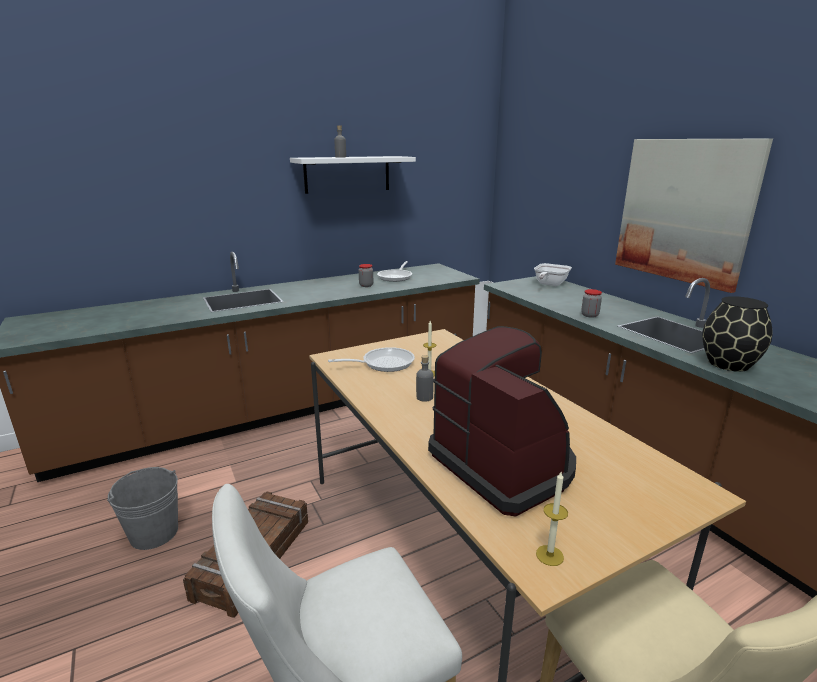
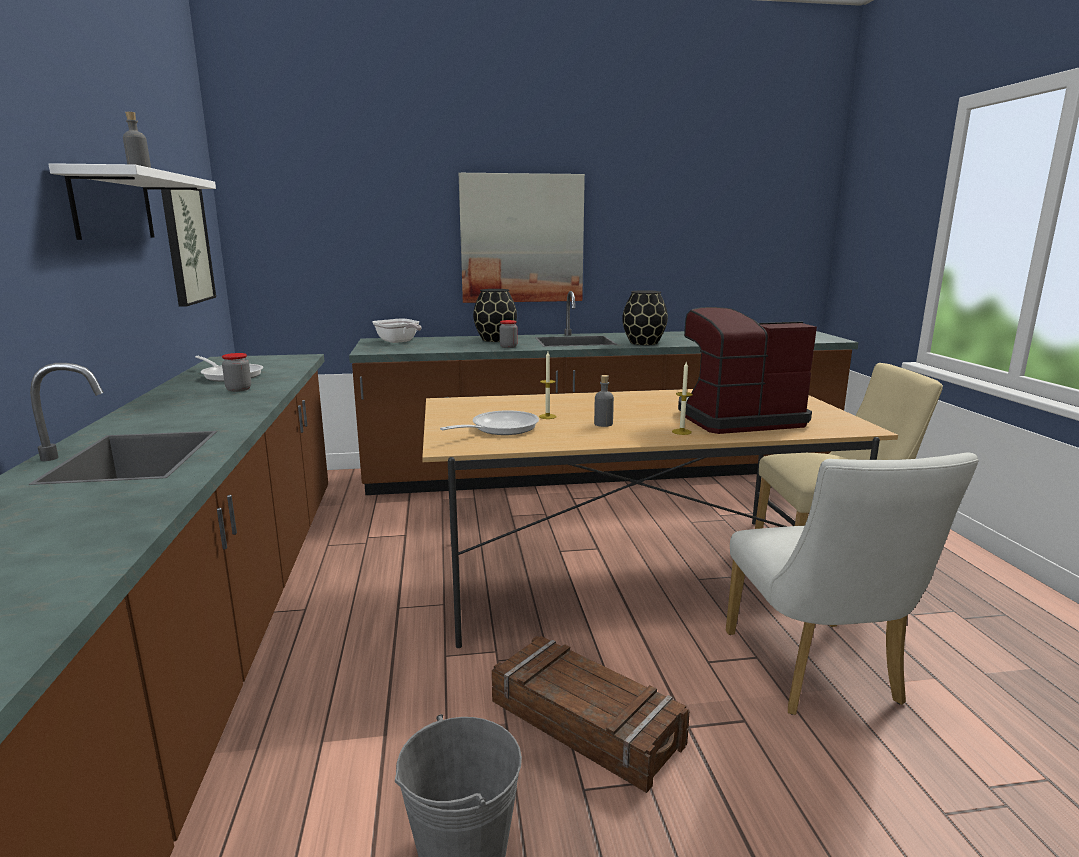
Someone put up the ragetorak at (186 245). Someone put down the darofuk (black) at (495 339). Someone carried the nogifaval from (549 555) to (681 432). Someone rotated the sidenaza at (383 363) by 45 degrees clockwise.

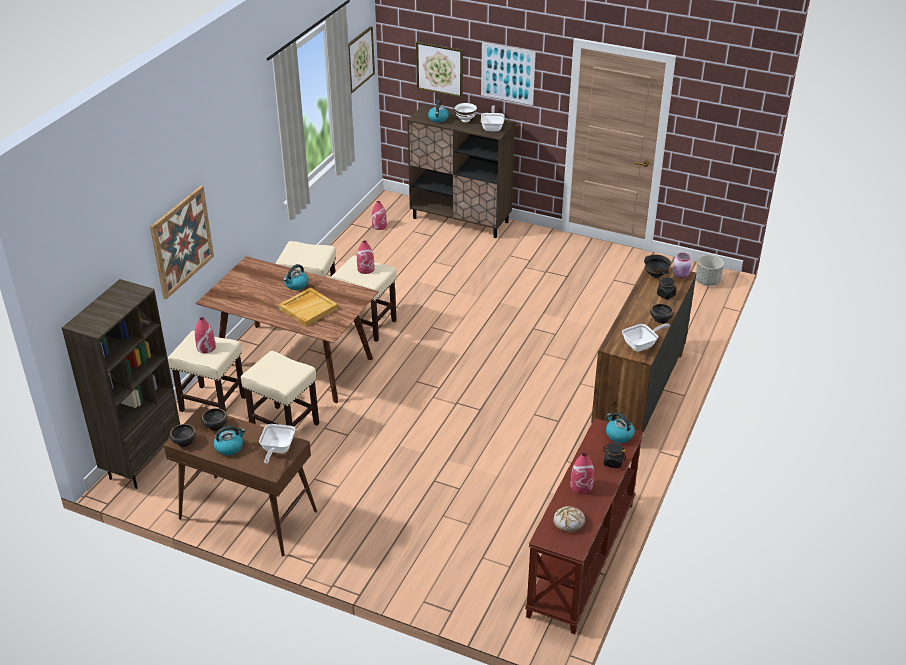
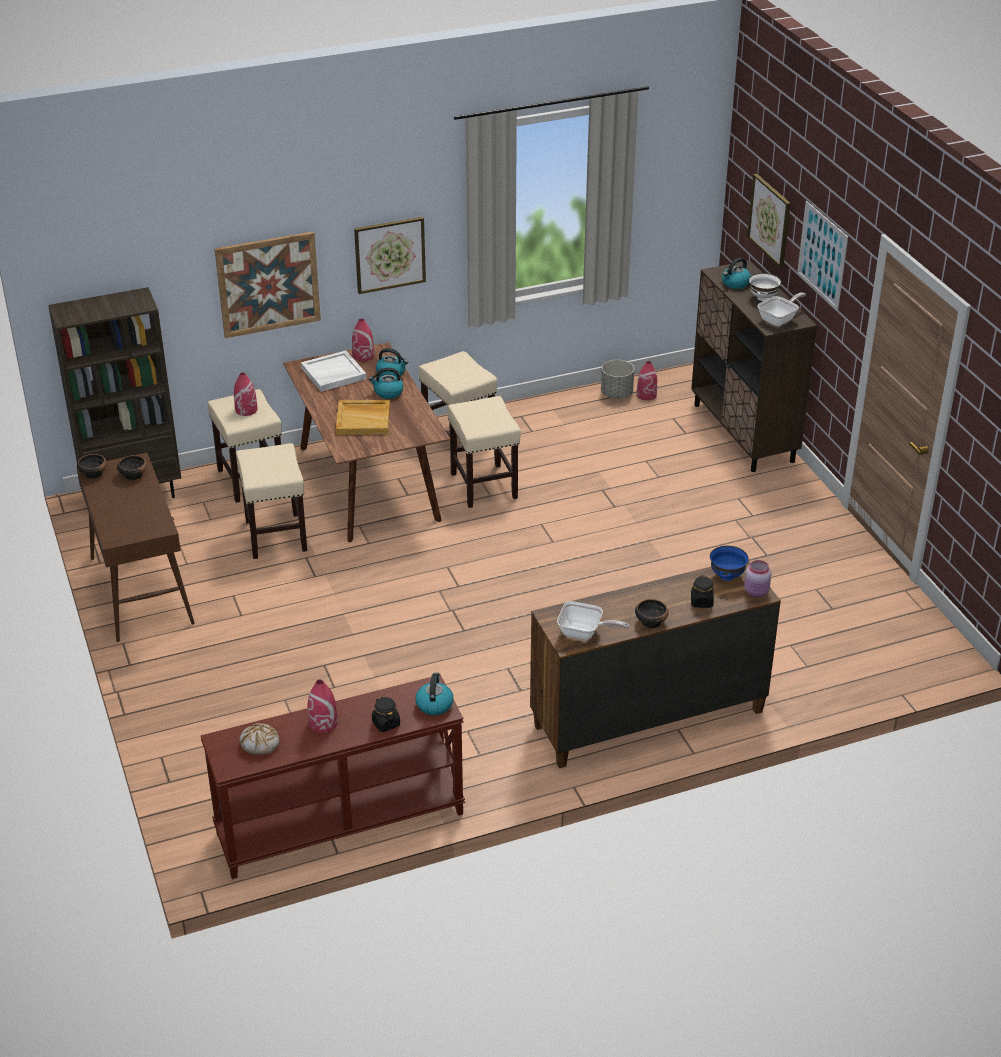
Someone took away the sidenaza at (277 450). Someone put down the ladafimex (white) at (333 374). Someone carried the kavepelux from (229 447) to (391 373). Someone carried the ragetorak from (359 59) to (389 254). Someone carried the darofuk (red) from (366 269) to (363 355). Someone carried the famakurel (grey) from (707 281) to (616 394). Someone repainted the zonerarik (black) at (656 275), which became the zonerarik (blue) at (727 576).

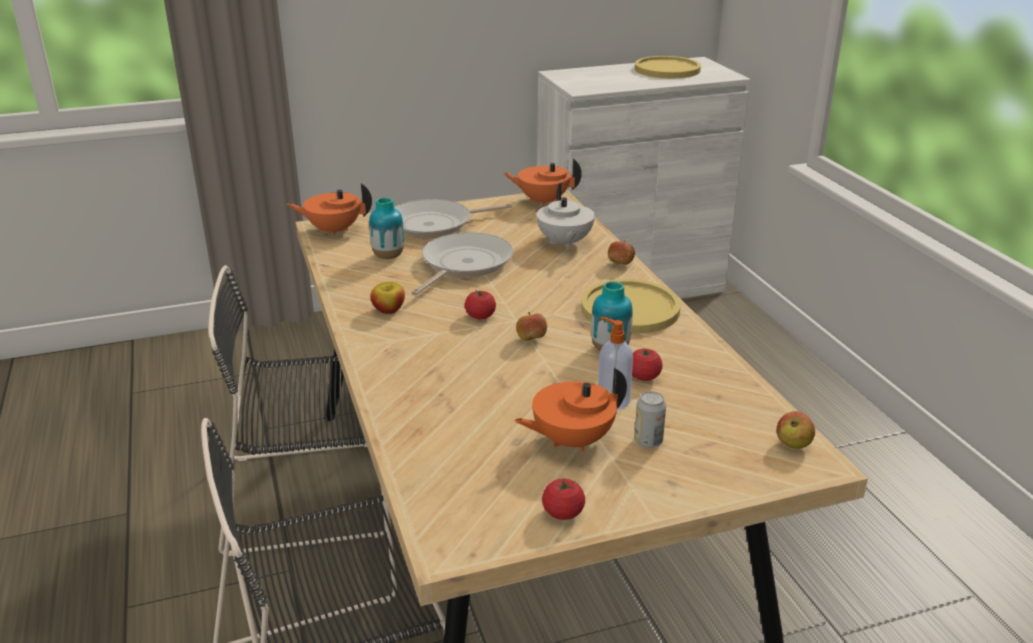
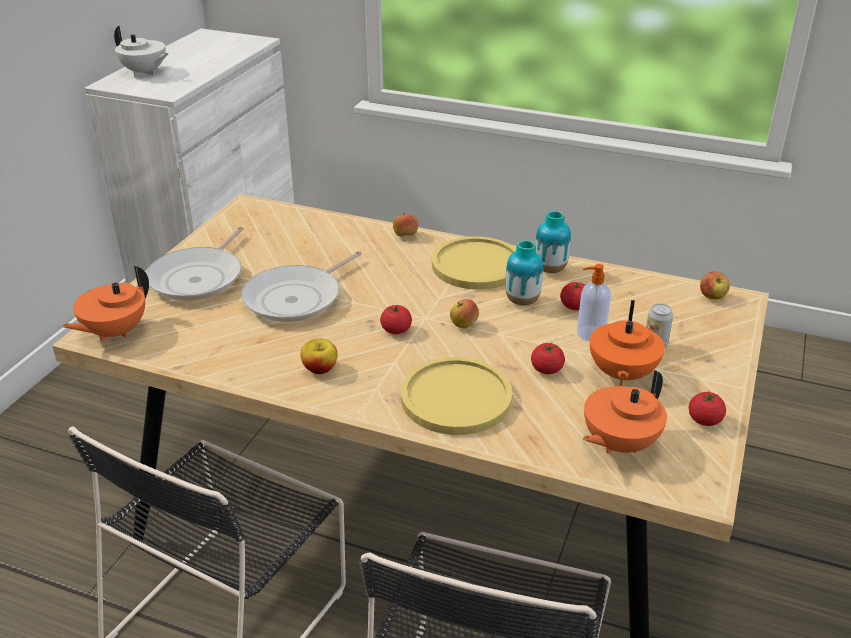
Someone put down the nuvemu at (546 369). Someone carried the darofuk from (388 256) to (550 269). Someone carried the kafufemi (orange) from (542 201) to (618 443). Someone carried the kafufemi (white) from (564 243) to (144 72). Someone carried the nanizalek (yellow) from (667 69) to (456 398). Someone rotated the sidenaza at (463 264) by 120 degrees counterclockwise.

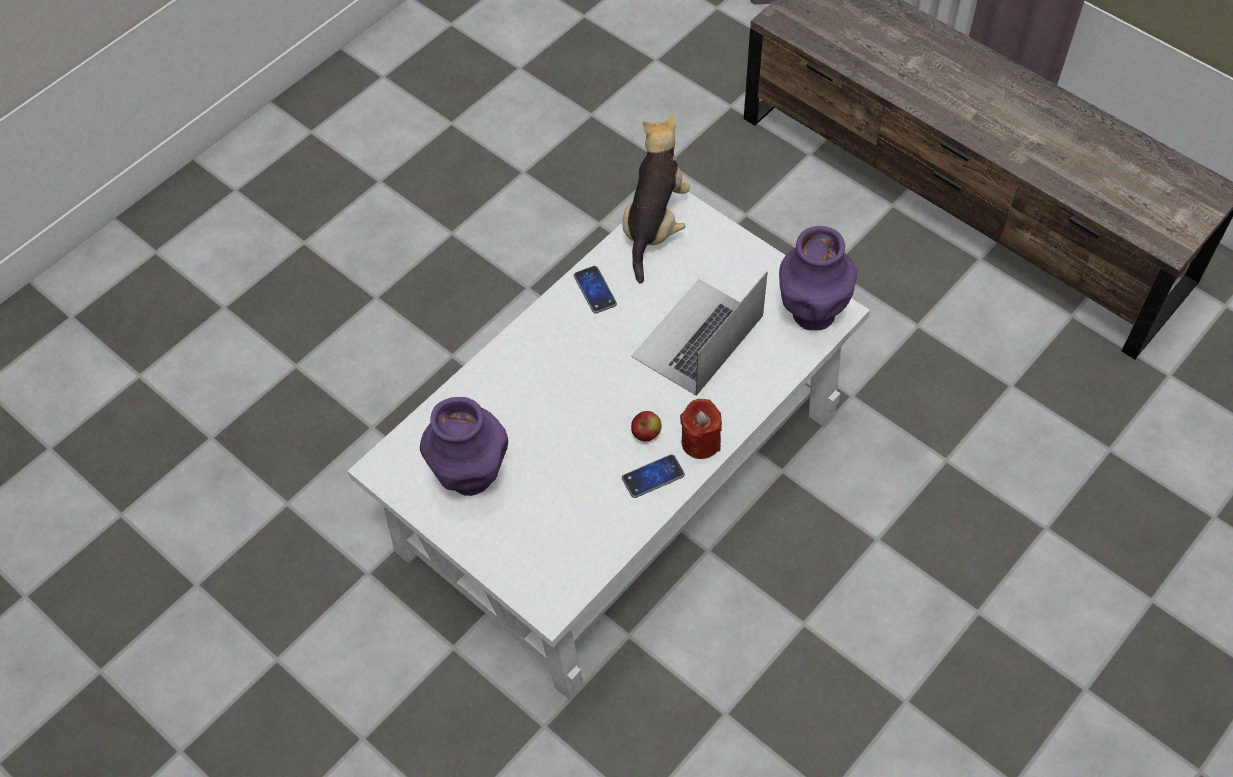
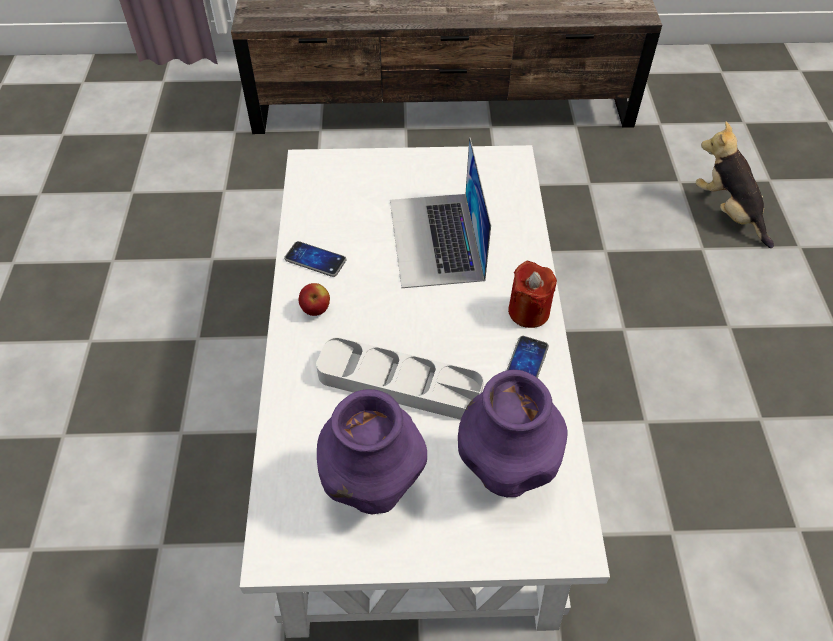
Someone put down the ladafimex (grey) at (399 384). Someone carried the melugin from (654 225) to (728 212). Someone carried the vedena from (646 434) to (316 309). Someone carried the darofuk (purple) from (811 314) to (504 473).

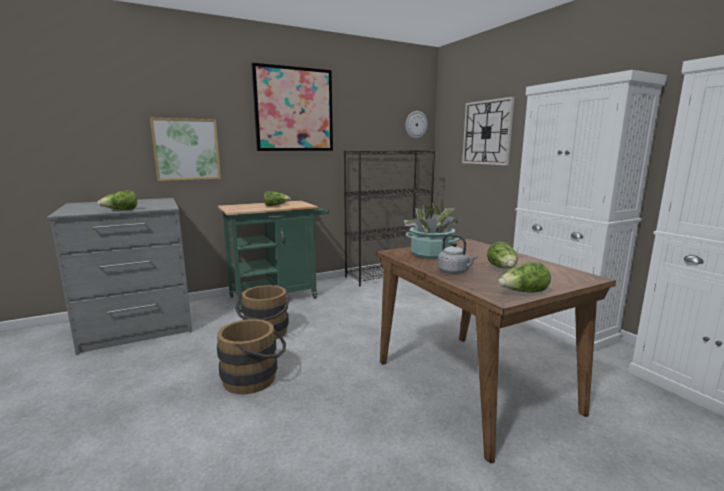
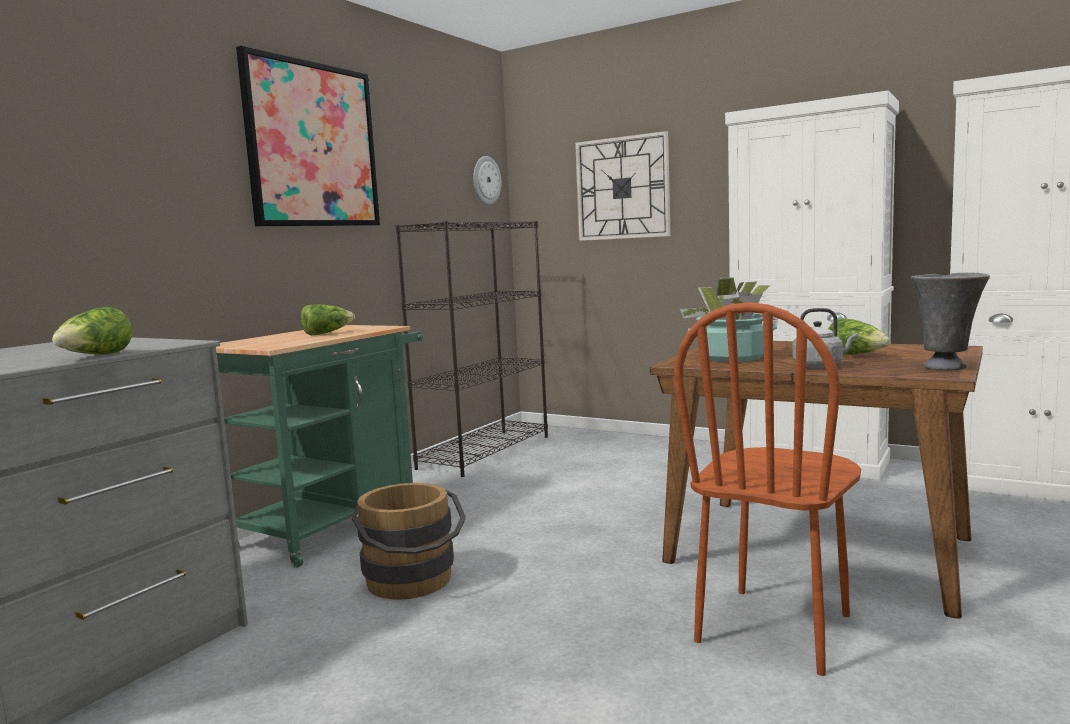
Someone took away the ragetorak at (186 149). Someone took away the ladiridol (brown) at (255 378). Someone put down the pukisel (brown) at (775 628). Someone swapped the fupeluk at (523 292) for the darofuk (grey) at (946 367).

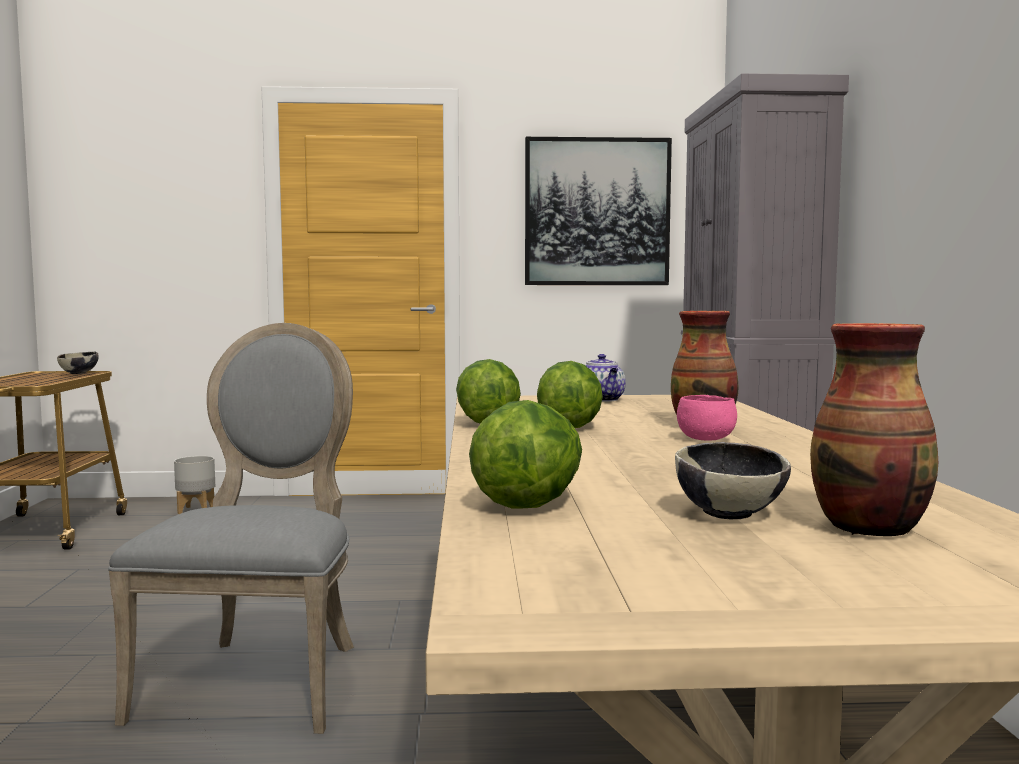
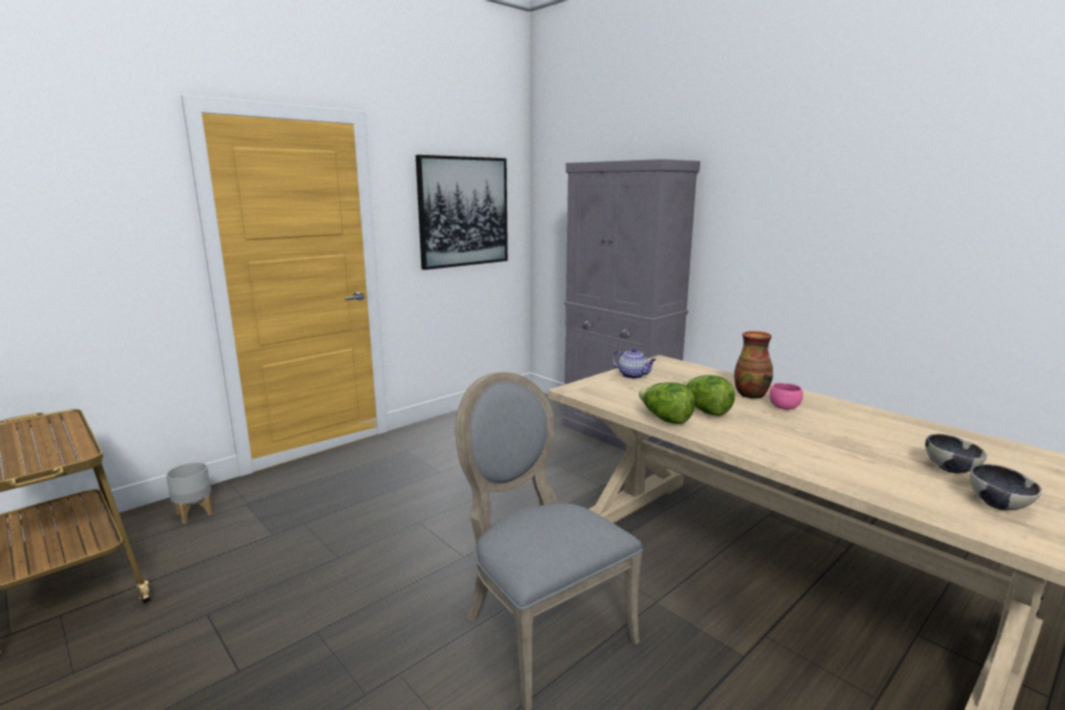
Someone took away the fupeluk at (529 501). Someone took away the darofuk at (872 528). Someone carried the zonerarik from (79 373) to (998 504).

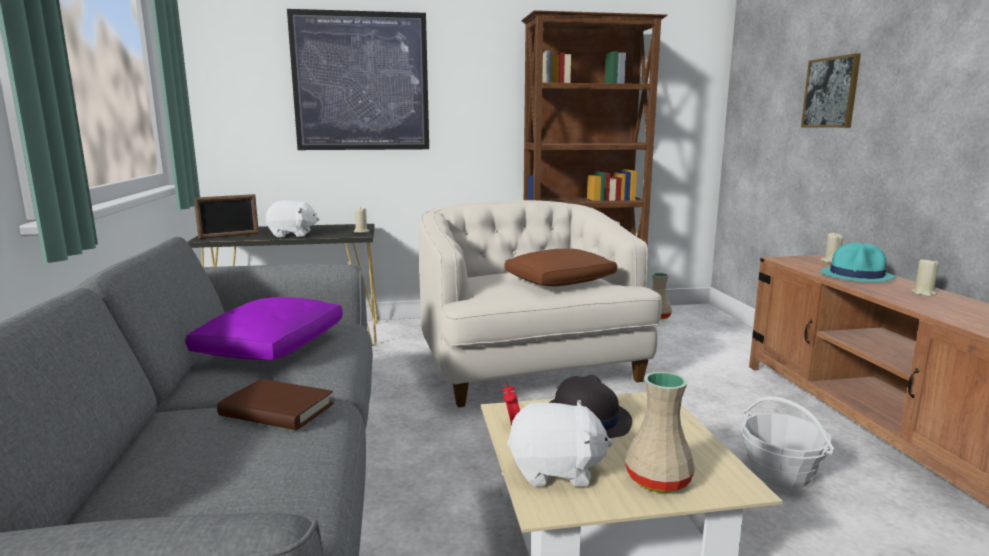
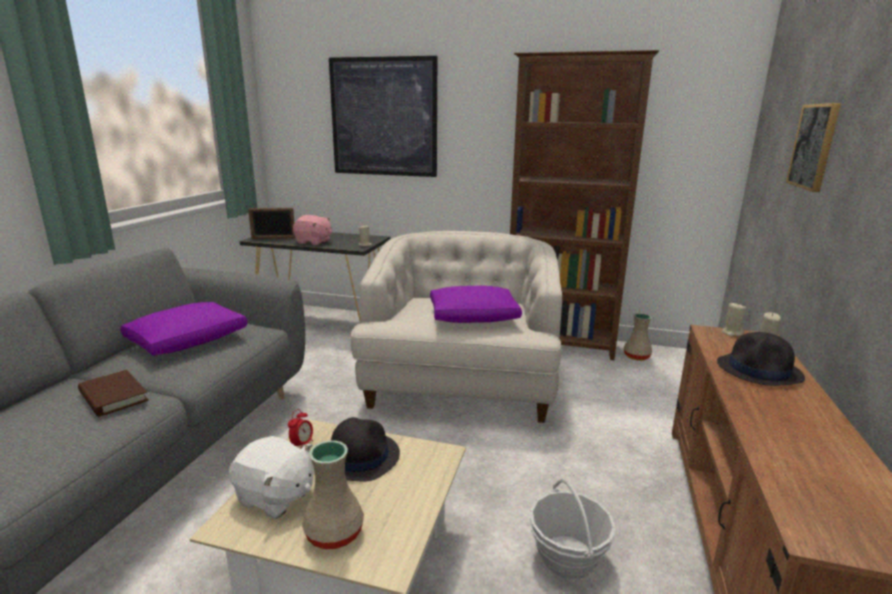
Someone carried the nogifaval (beige) from (924 293) to (732 333). Someone repainted the melugin (white) at (292 235), which became the melugin (pink) at (313 242). Someone repainted the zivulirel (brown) at (560 281), which became the zivulirel (purple) at (474 317). Someone repainted the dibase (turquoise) at (857 276), which became the dibase (black) at (759 370).

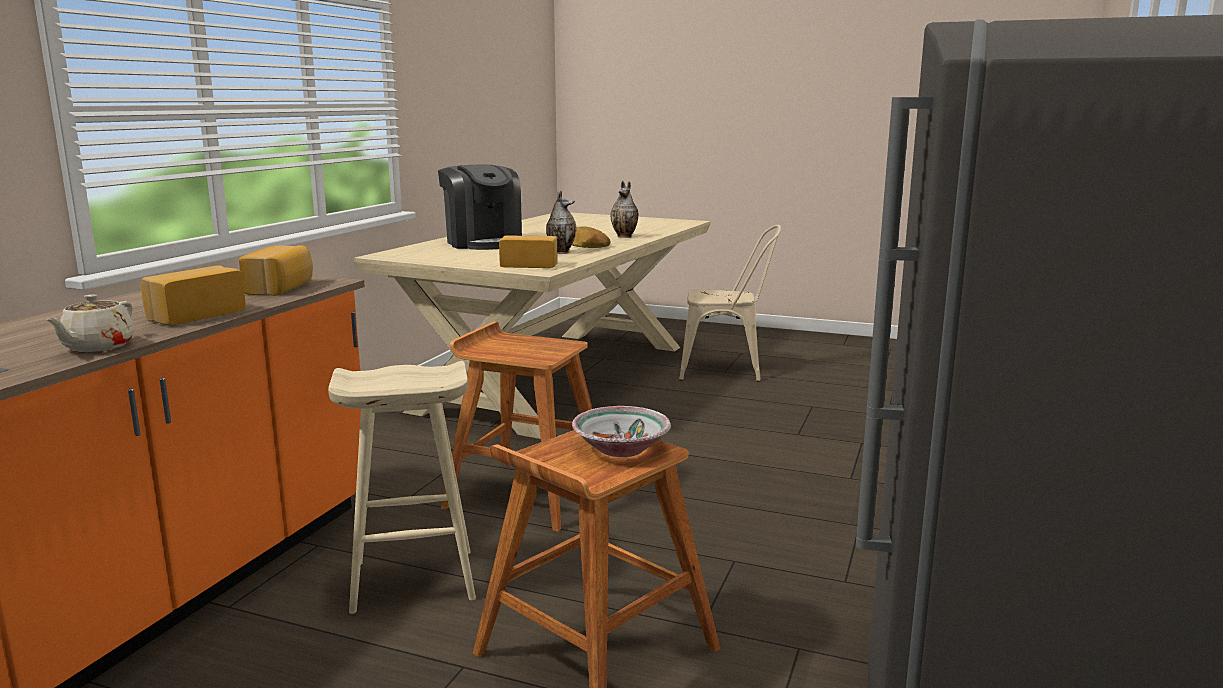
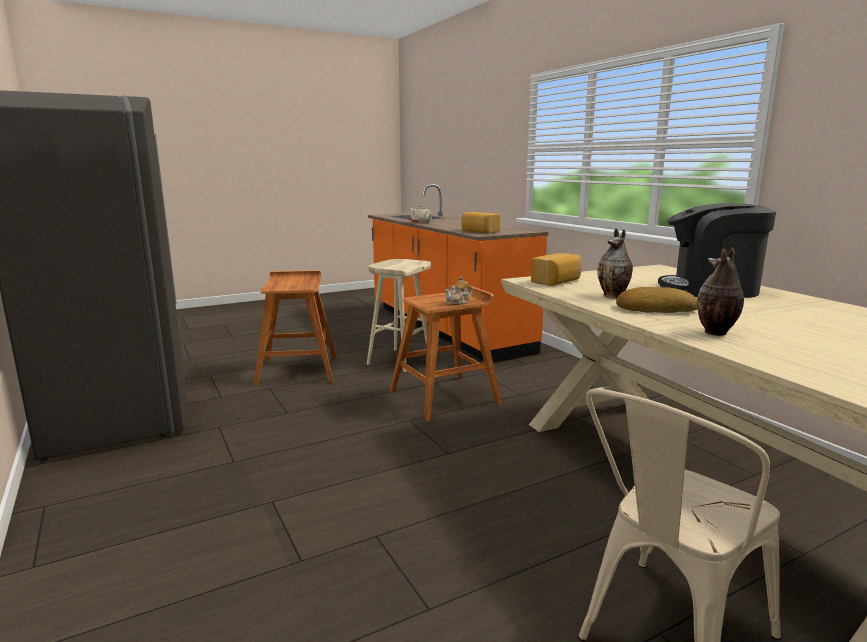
Someone took away the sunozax at (194 315). Someone took away the zonerarik at (620 449). Someone put down the kafufemi at (458 302).

